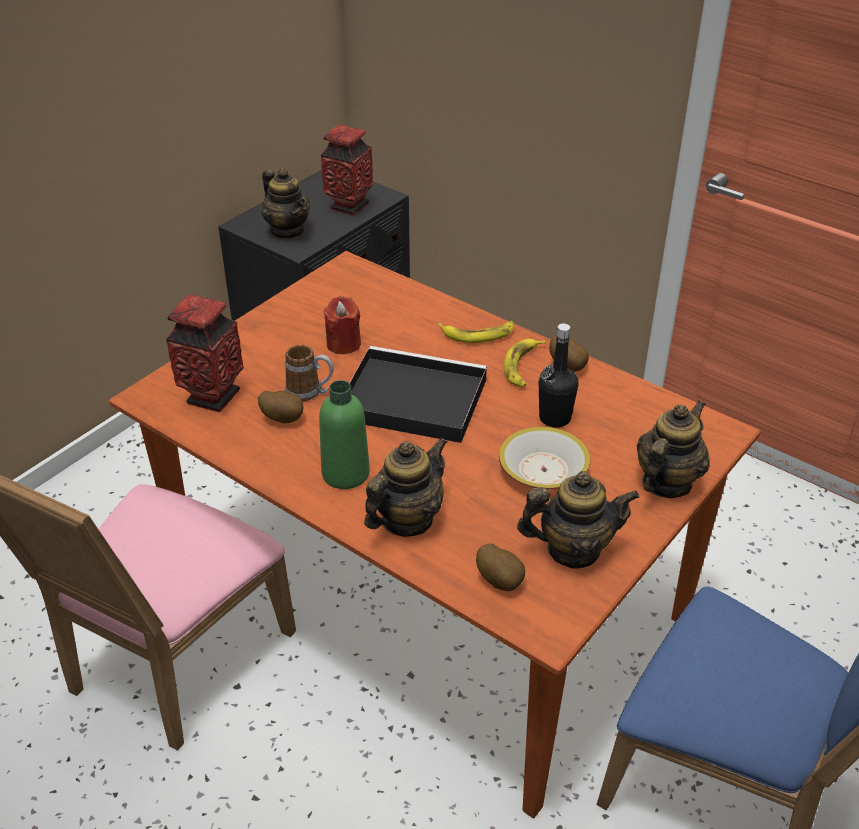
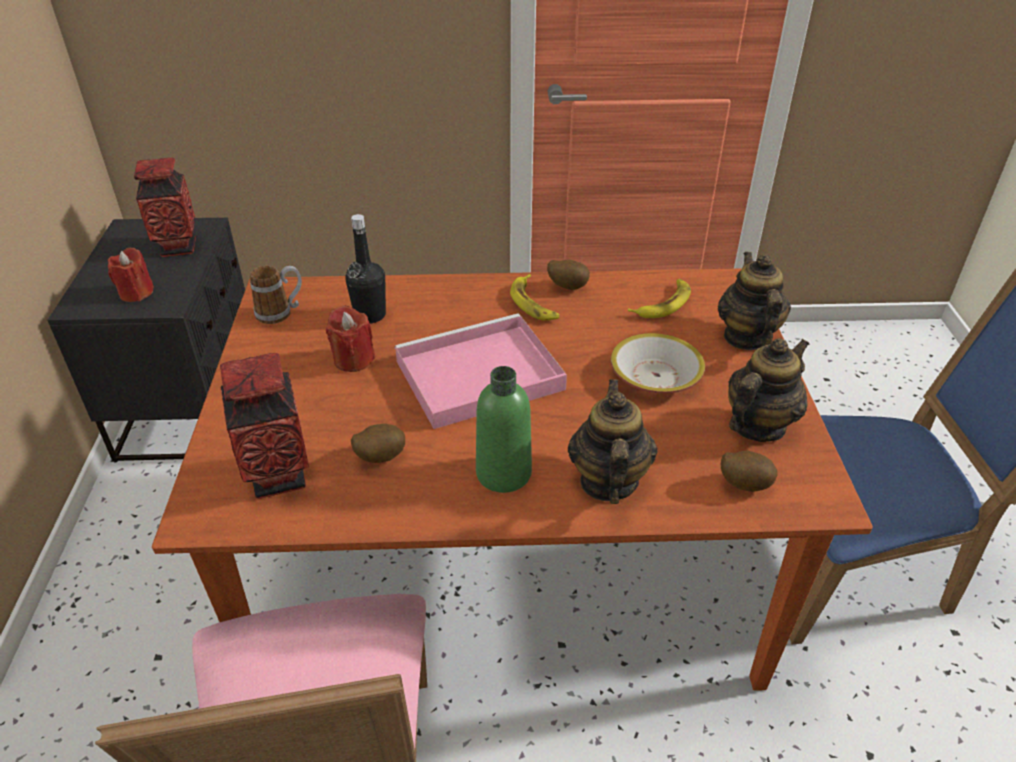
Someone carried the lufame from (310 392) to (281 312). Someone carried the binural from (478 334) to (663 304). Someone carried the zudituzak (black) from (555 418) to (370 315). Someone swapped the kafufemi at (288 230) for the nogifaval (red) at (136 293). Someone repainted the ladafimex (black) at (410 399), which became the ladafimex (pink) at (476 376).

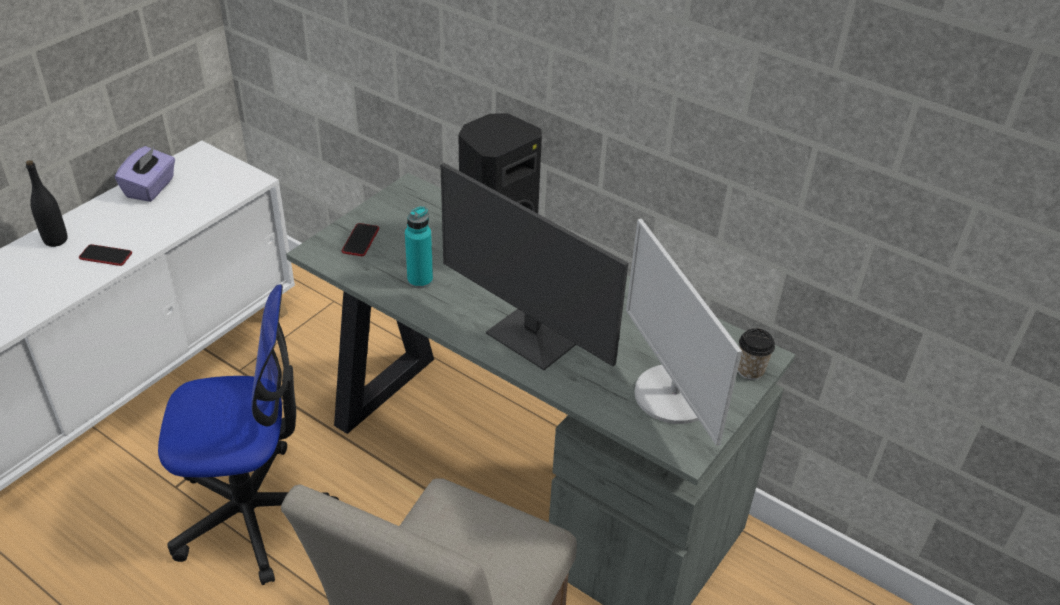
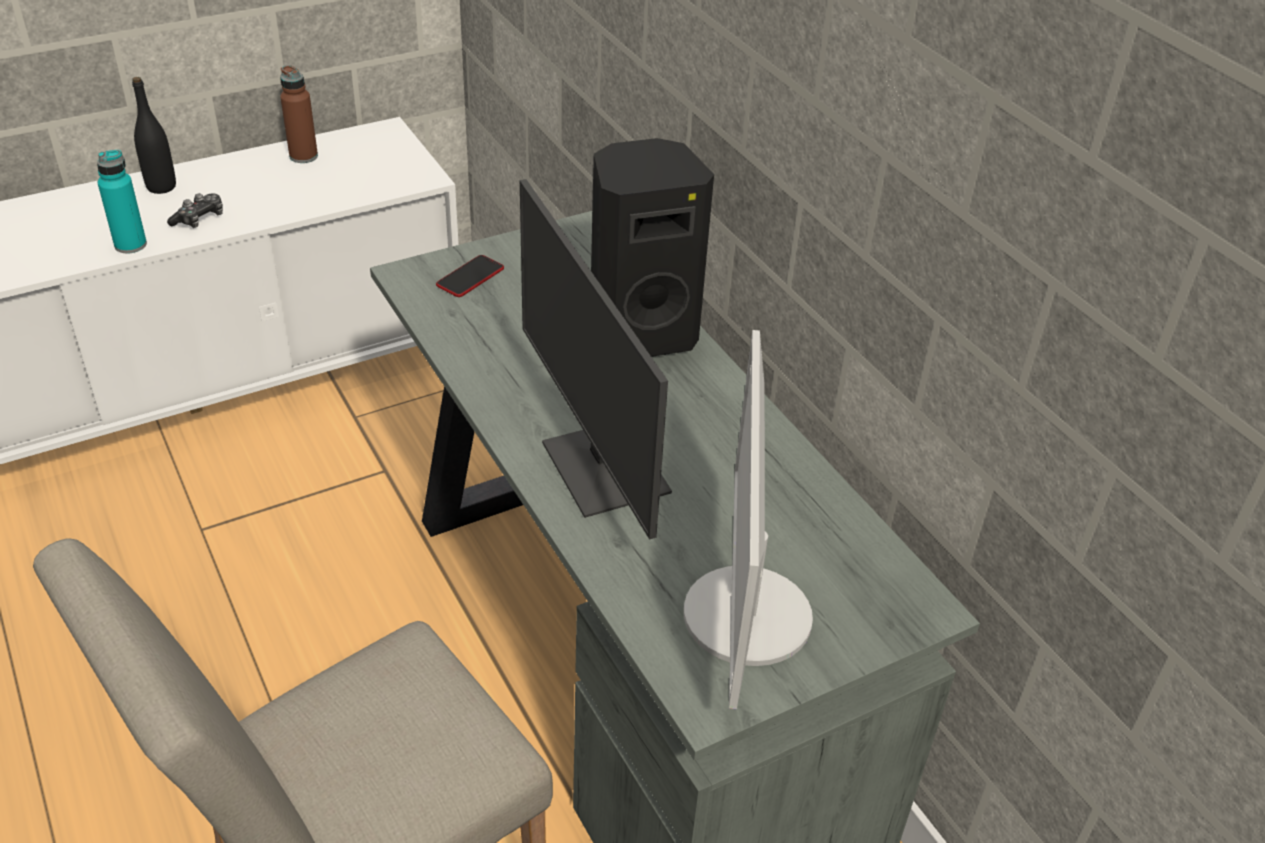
Someone took away the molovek at (252 513). Someone took away the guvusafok at (750 370). Someone carried the zudituzak (turquoise) from (420 280) to (130 245). Someone swapped the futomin at (106 256) for the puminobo at (199 219). Someone swapped the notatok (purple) at (151 188) for the zudituzak (brown) at (303 156).

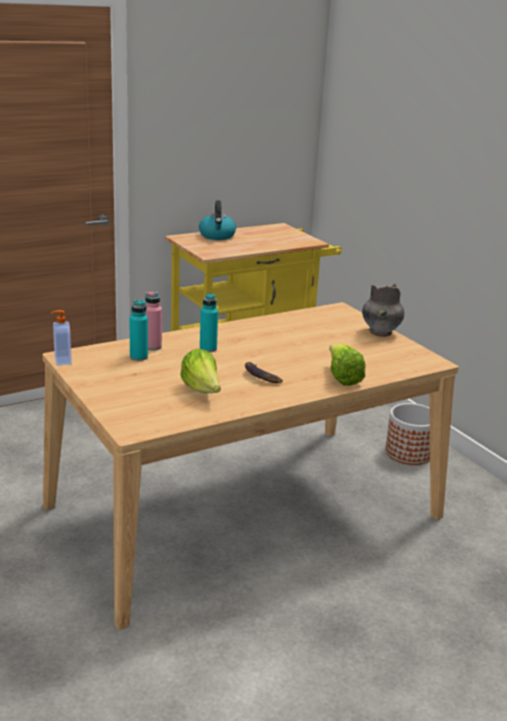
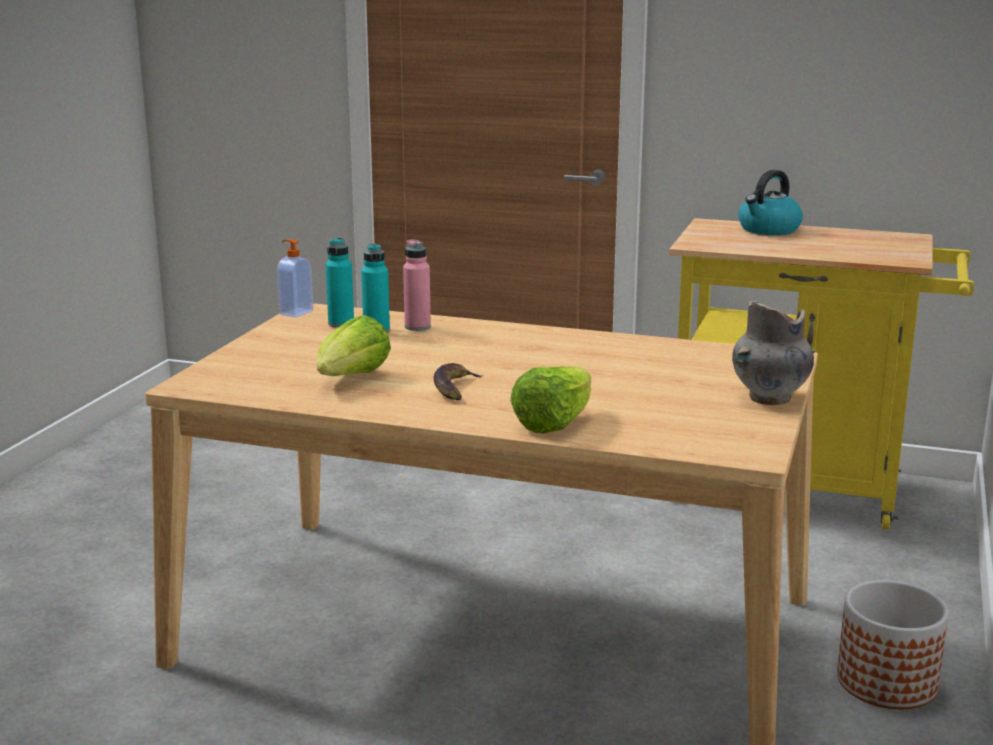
Someone carried the zudituzak (turquoise) from (208 349) to (341 324).

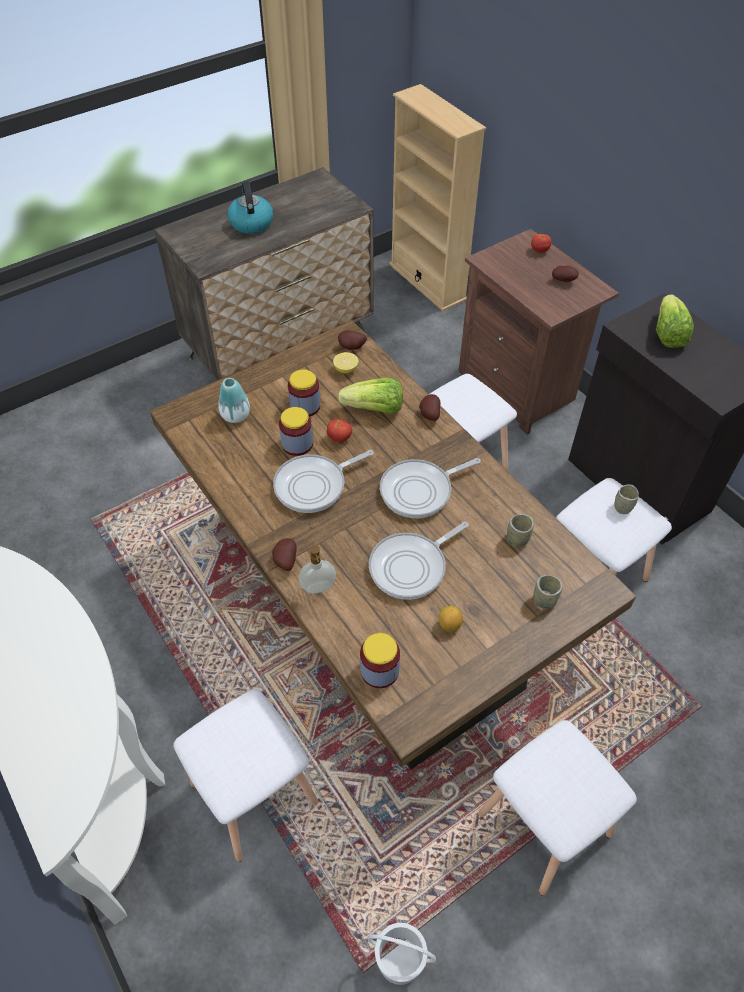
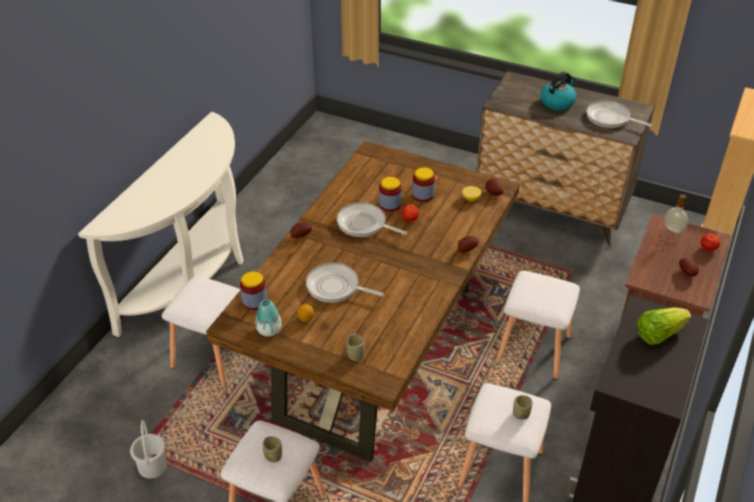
Someone took away the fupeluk at (374 409). Someone carried the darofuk from (235 415) to (269 330). Someone carried the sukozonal from (318 588) to (672 229). Someone carried the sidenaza from (420 491) to (610 118). Someone carried the guvusafok from (517 539) to (273 456).

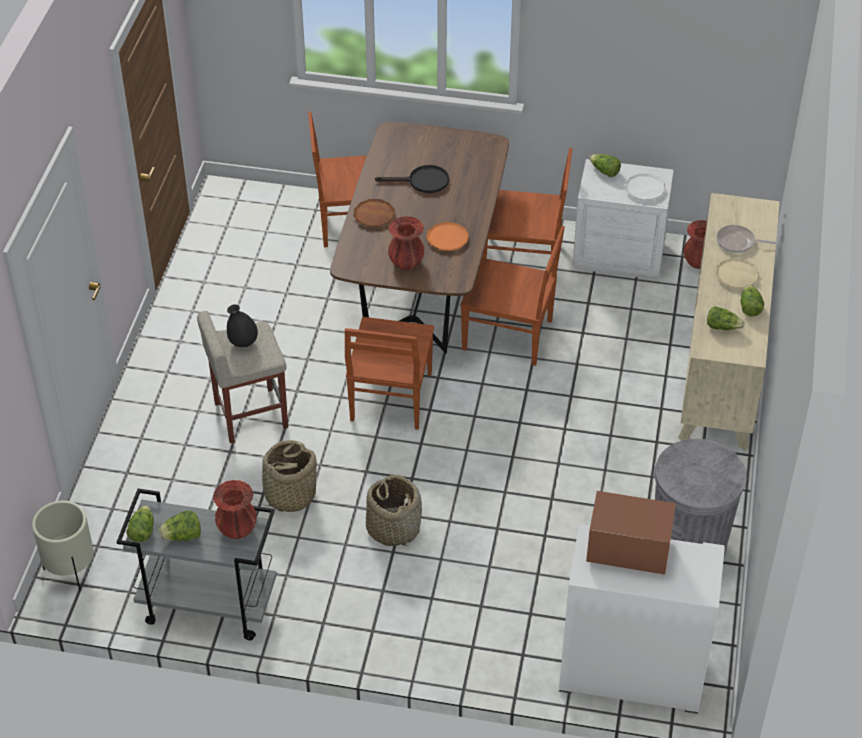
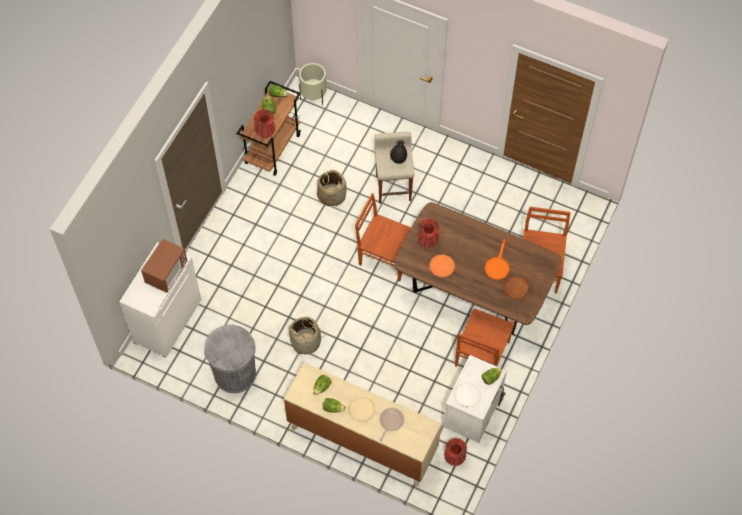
Someone took away the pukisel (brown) at (510 336). Someone carried the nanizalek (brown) from (374 215) to (516 289). Someone carried the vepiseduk from (393 527) to (306 342). Someone repainted the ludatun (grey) at (207 606), which became the ludatun (brown) at (272 148). Someone repainted the sidenaza (black) at (422 182), which became the sidenaza (orange) at (497 266).

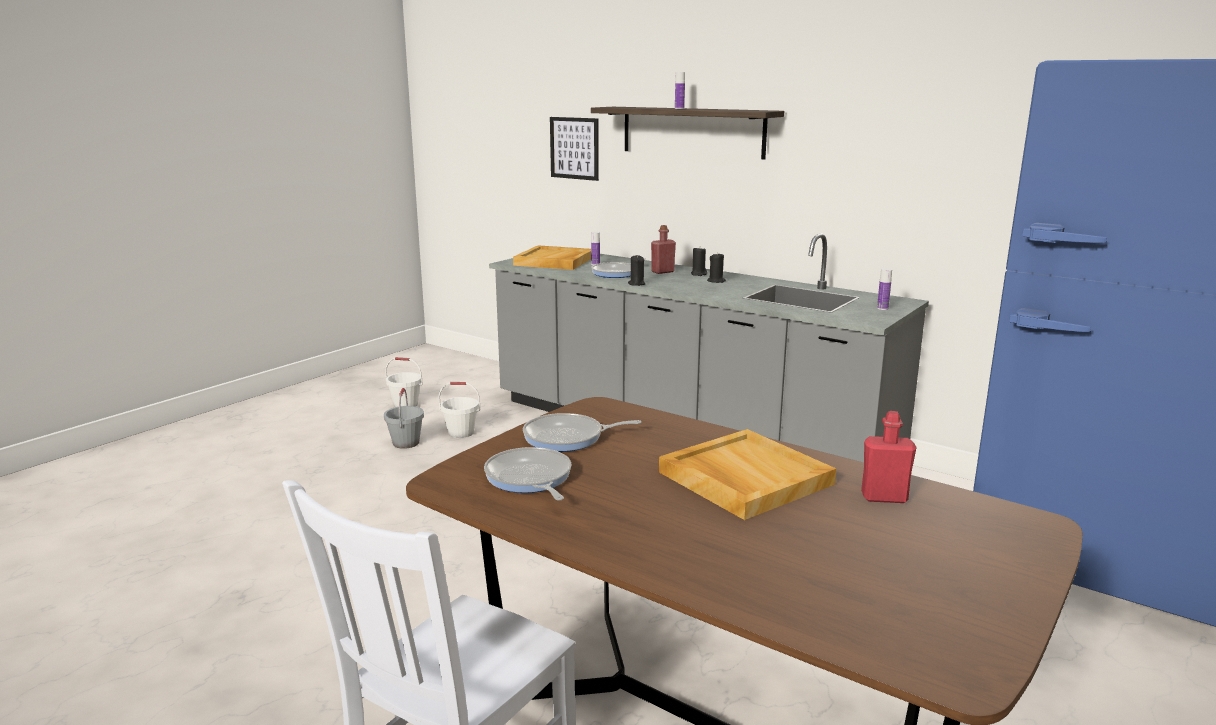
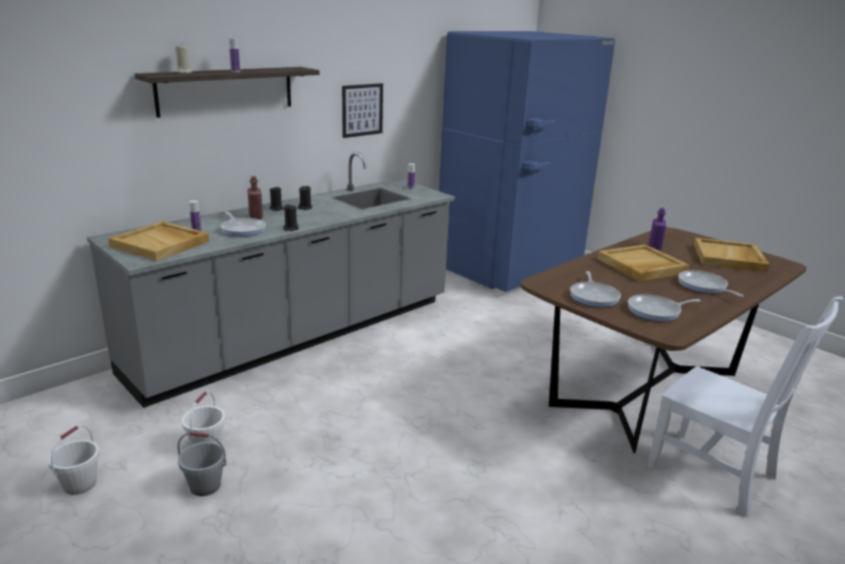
Someone put down the nogifaval (beige) at (184 72). Someone put down the sidenaza at (703 286). Someone put down the ladafimex (beige) at (729 258). Someone carried the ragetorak from (574 148) to (362 110). Someone repainted the zudituzak (red) at (884 497), which became the zudituzak (purple) at (655 247).

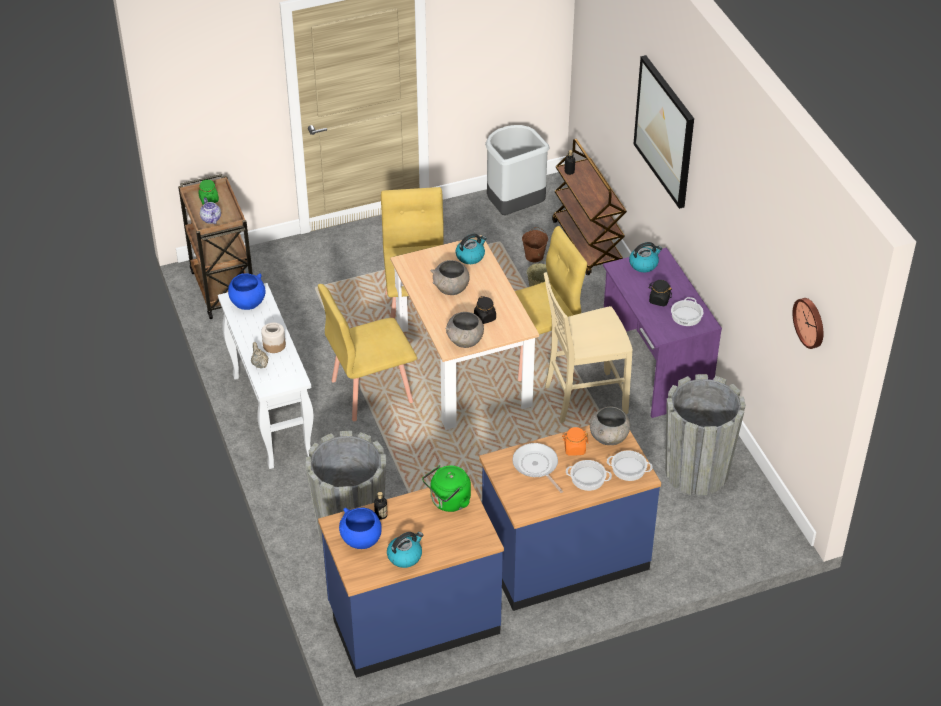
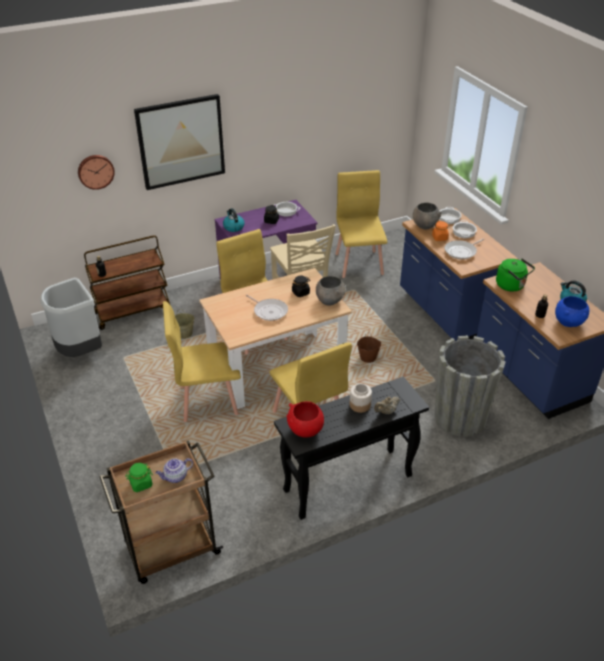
Someone took away the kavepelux at (470 256). Someone carried the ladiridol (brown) from (534 256) to (368 358). Someone carried the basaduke from (810 322) to (95 171). Someone swapped the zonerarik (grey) at (451 289) for the sidenaza at (269 311). Someone swapped the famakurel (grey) at (696 472) for the pukisel (yellow) at (359 263). Someone repainted the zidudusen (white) at (271 415), which became the zidudusen (black) at (347 484). Someone repainted the zonerarik (blue) at (247 303), which became the zonerarik (red) at (305 430).

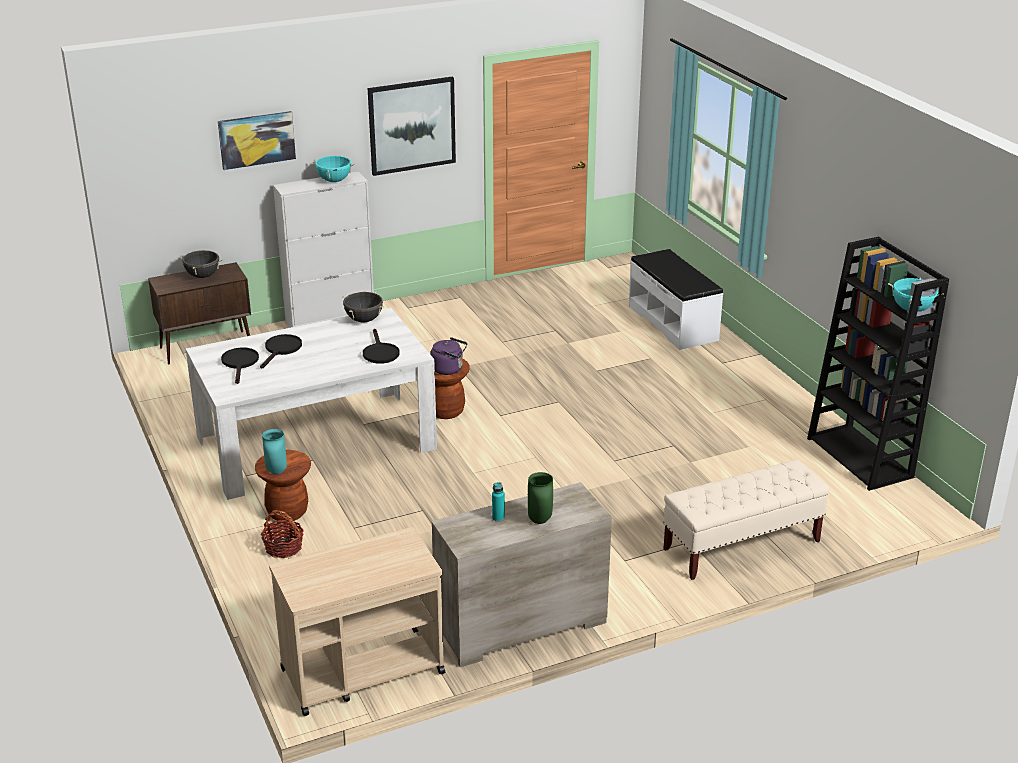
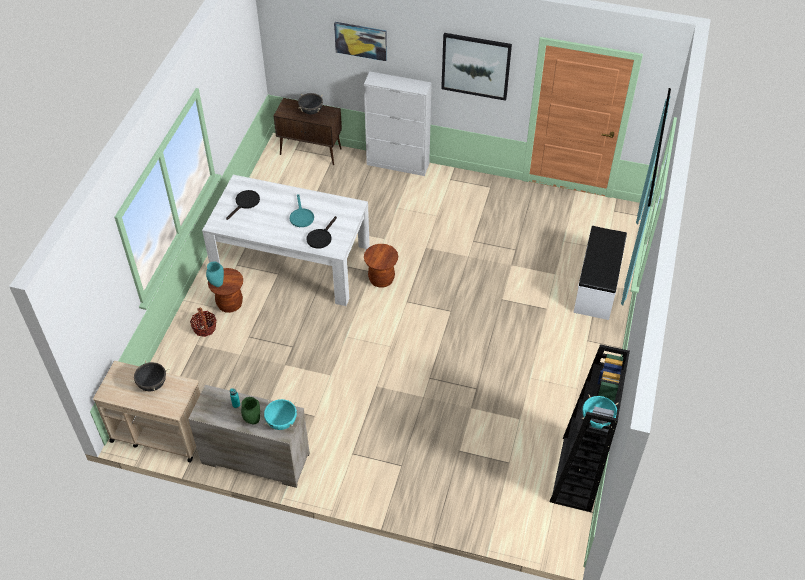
Someone took away the sidenaza (black) at (281 350). Someone took away the kavepelux (purple) at (449 369). Someone took away the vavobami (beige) at (741 546). Someone put down the sidenaza (turquoise) at (301 216). Someone carried the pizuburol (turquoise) from (334 181) to (281 422). Someone carried the pizuburol (black) from (364 320) to (152 384).

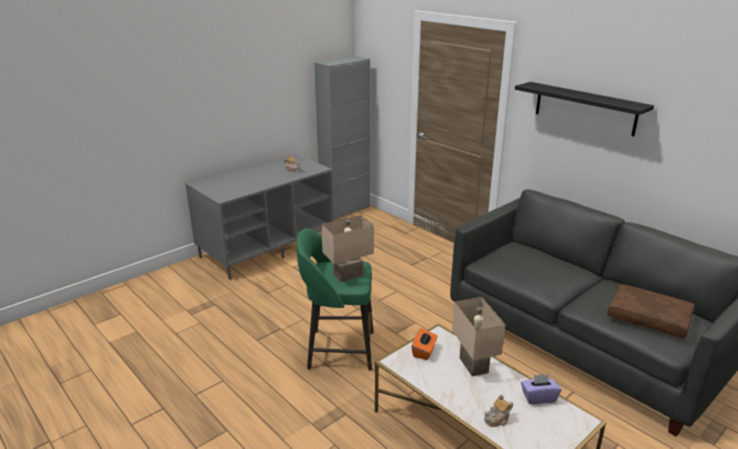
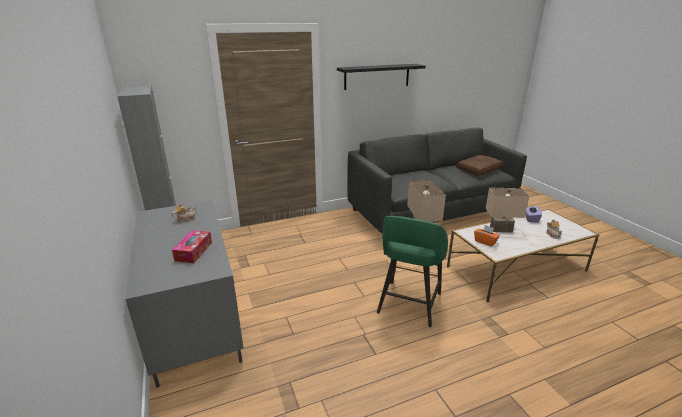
Someone put down the notatok at (193 251).

